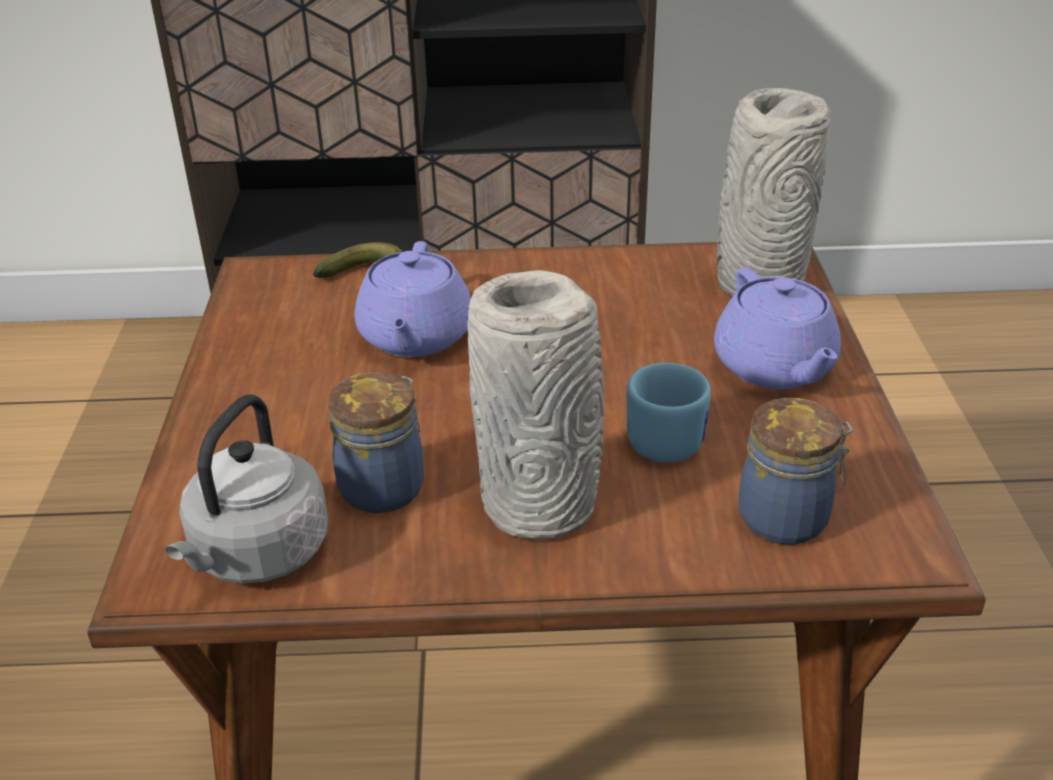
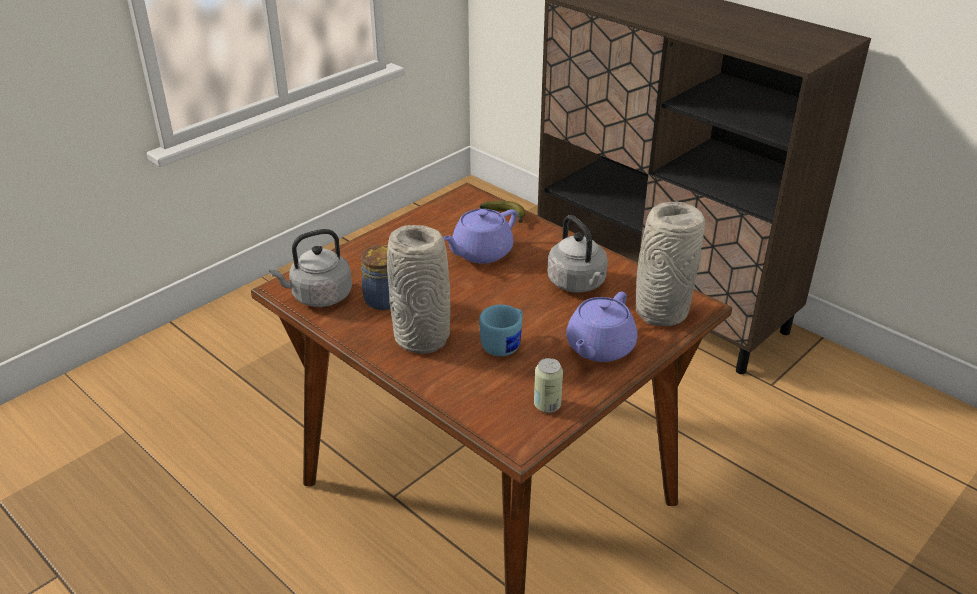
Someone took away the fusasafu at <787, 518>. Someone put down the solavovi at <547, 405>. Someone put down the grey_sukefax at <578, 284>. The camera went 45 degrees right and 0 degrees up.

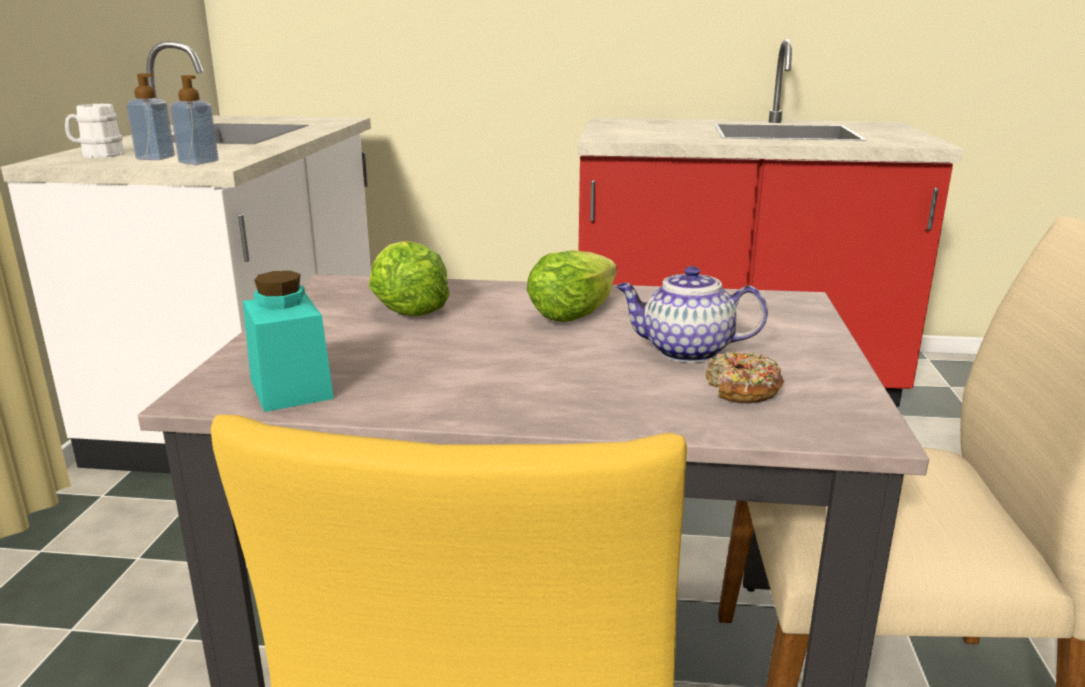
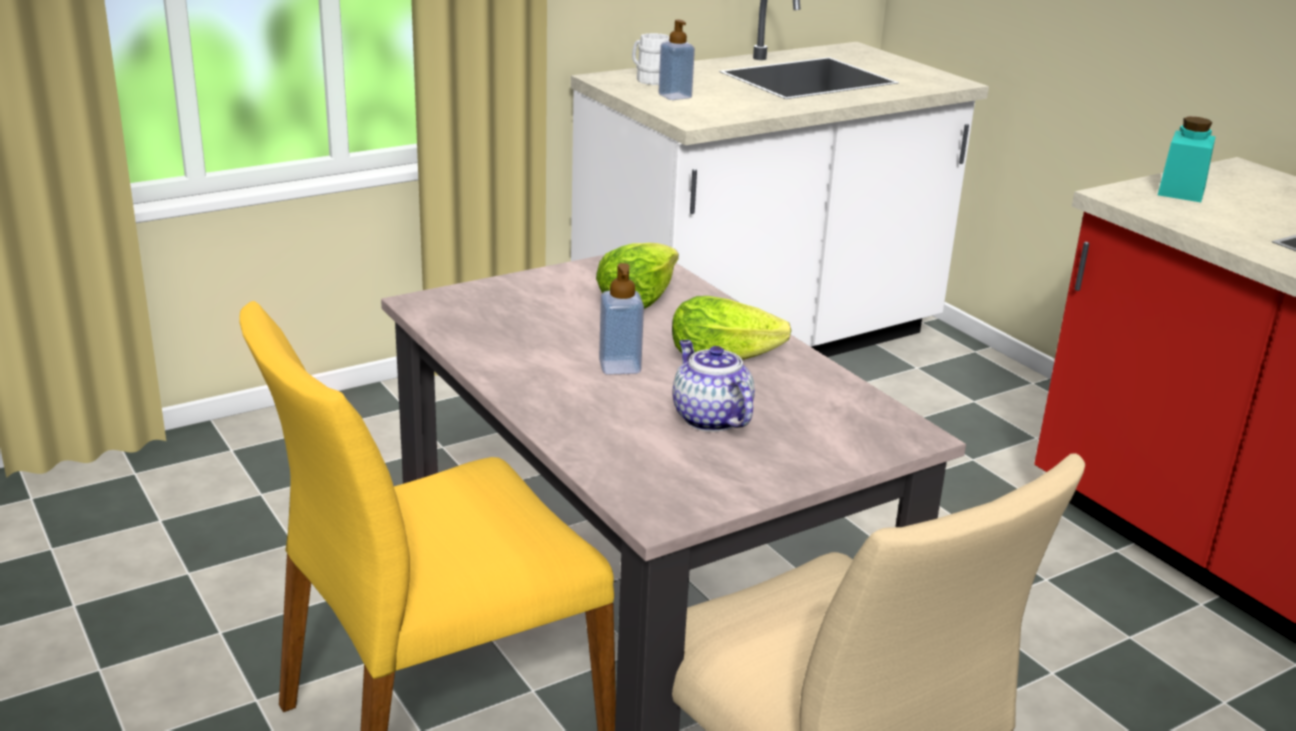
Someone carried the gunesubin from <198, 162> to <620, 366>. Someone carried the turquoise_fusasafu from <291, 389> to <1181, 191>. Someone took away the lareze at <742, 390>. The camera went 50 degrees right and 5 degrees up.

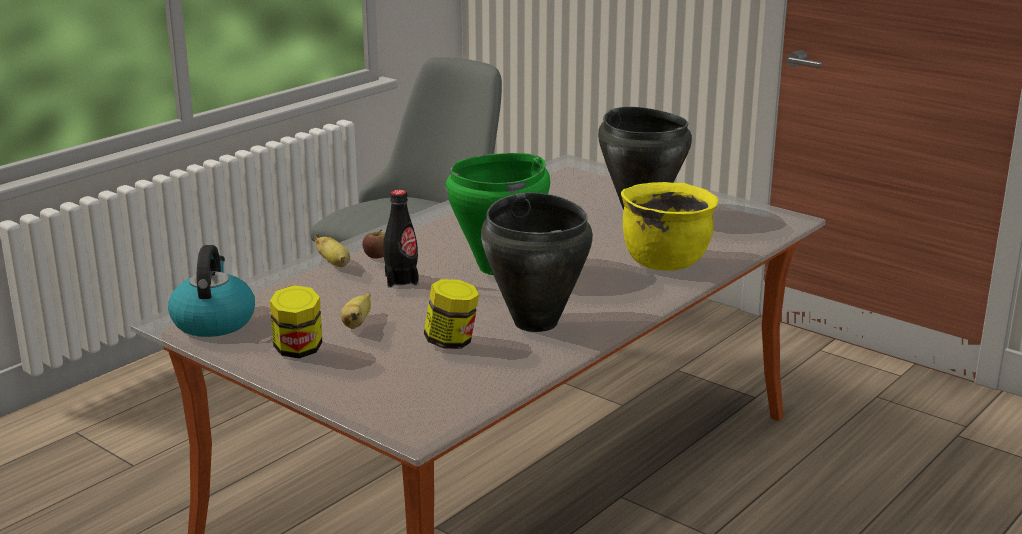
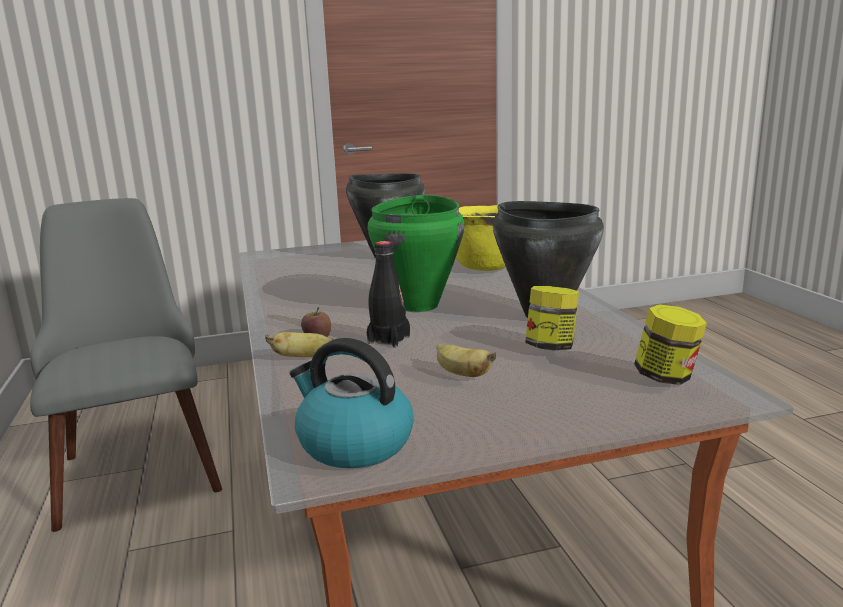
Someone carried the fusasafu from <298, 350> to <666, 377>. The camera went 55 degrees left and 5 degrees down.

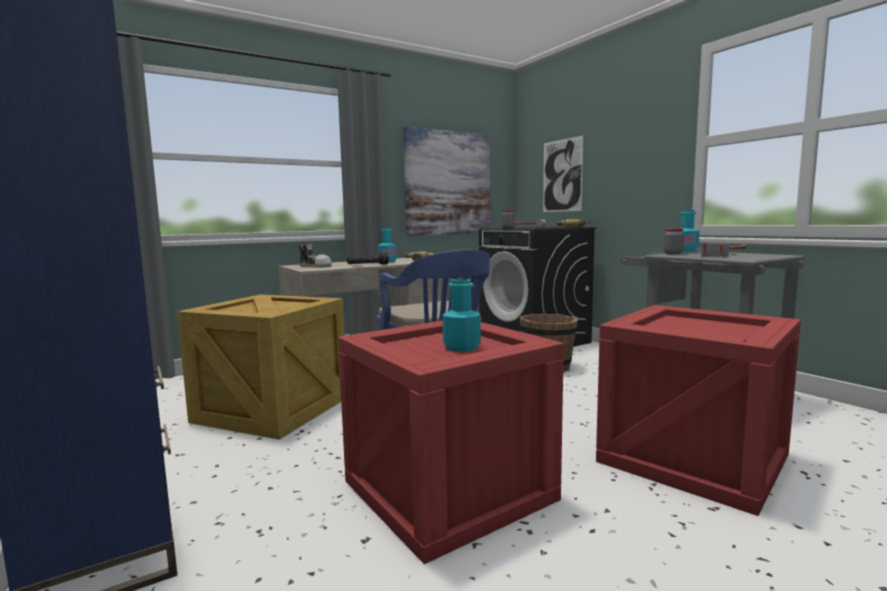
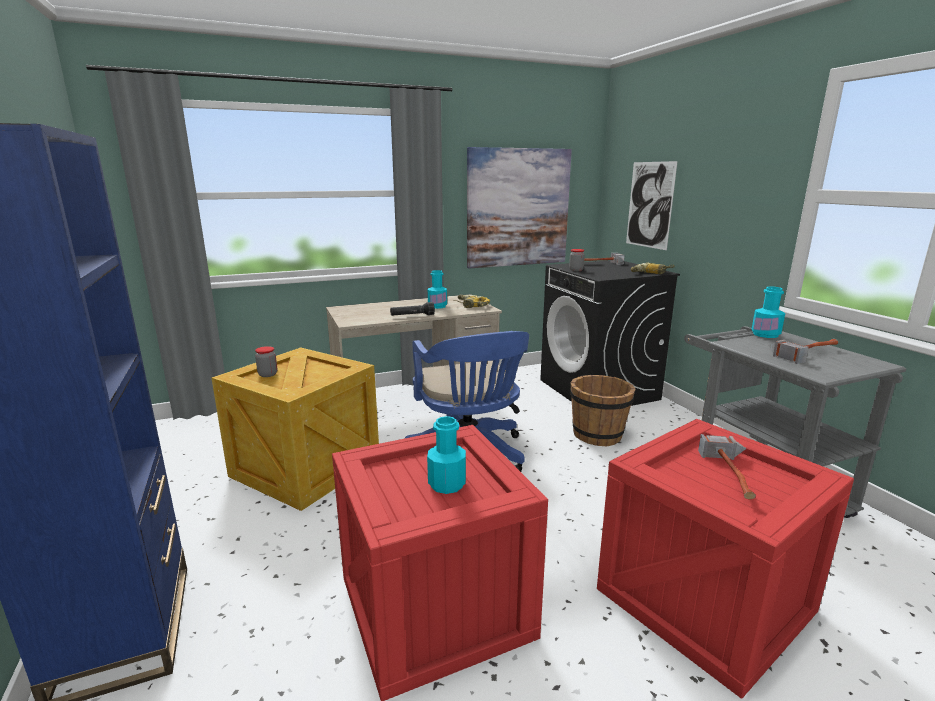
Someone took away the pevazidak at <315, 266>. Someone carried the fusasafu from <673, 253> to <268, 374>. Someone put down the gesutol at <735, 476>. The camera went 10 degrees right and 10 degrees up.

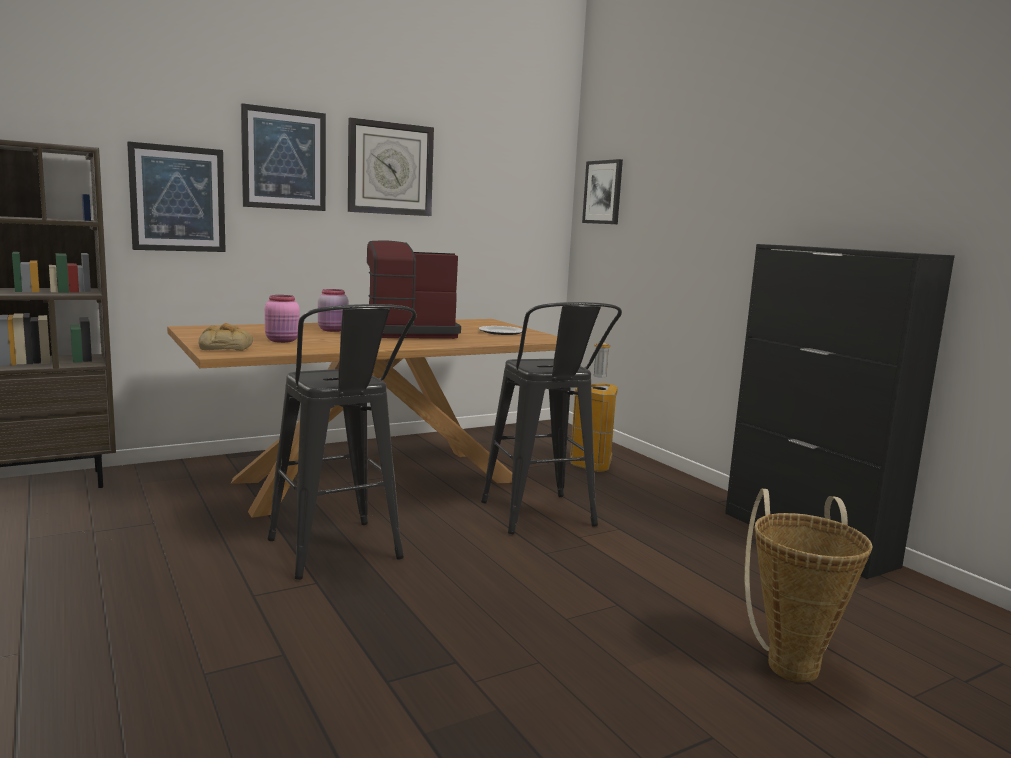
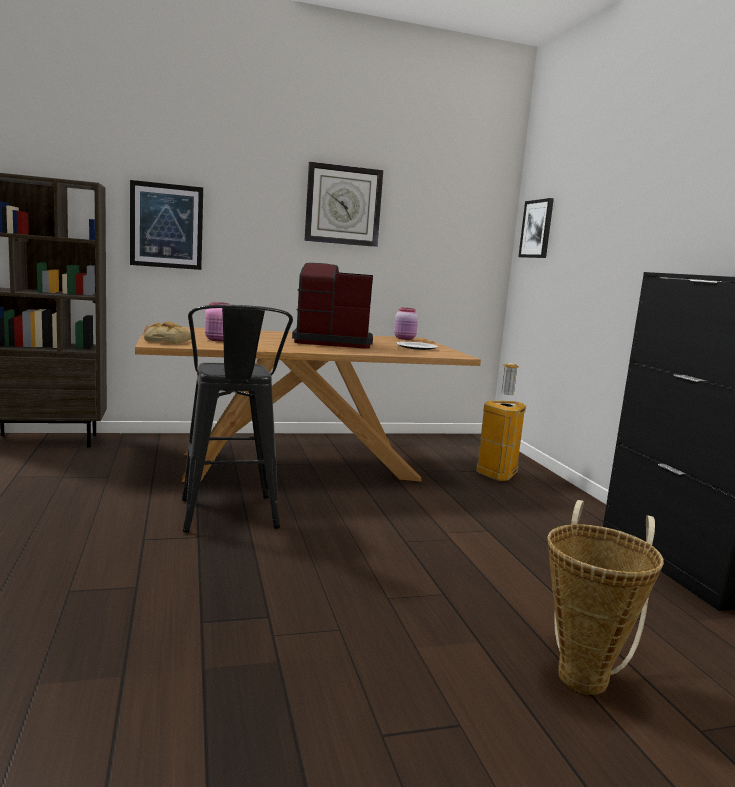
Someone took away the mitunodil at <284, 159>. Someone carried the pink_fusasafu from <334, 330> to <405, 339>. Someone took away the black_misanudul at <542, 519>. The camera went 15 degrees right and 0 degrees up.

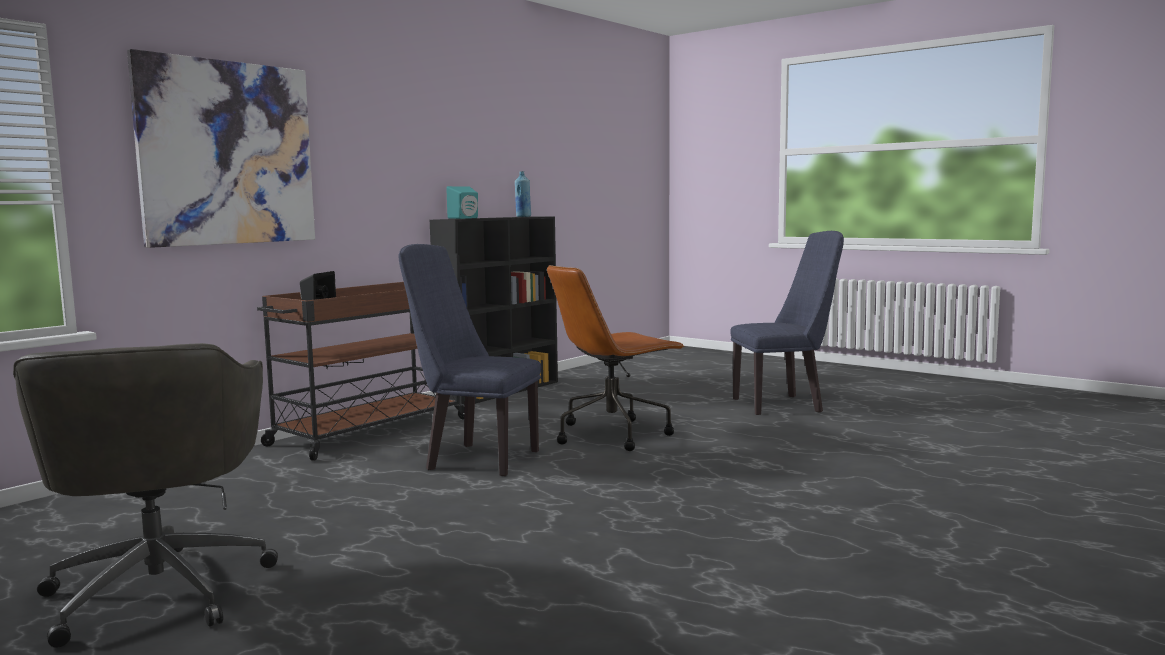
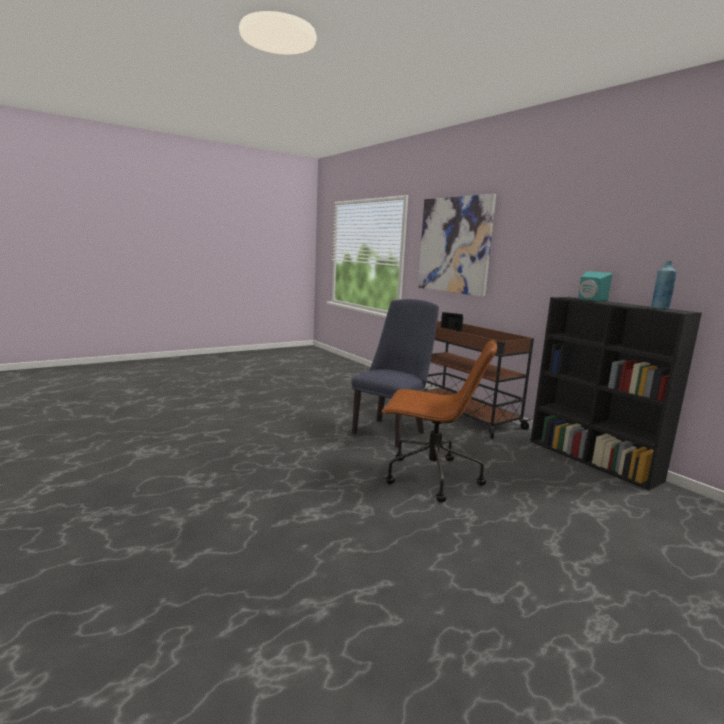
Someone took away the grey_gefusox at <160, 589>. Someone rotated the brown_gefusox at <613, 434> by 120 degrees clockwise. Someone took away the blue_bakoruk at <784, 404>. The camera went 105 degrees right and 5 degrees up.

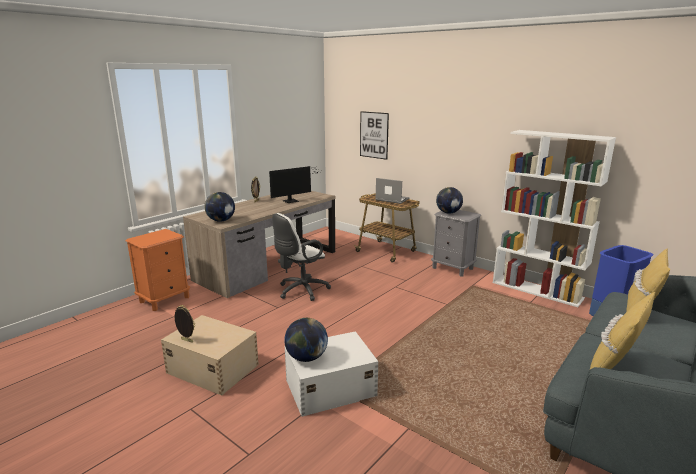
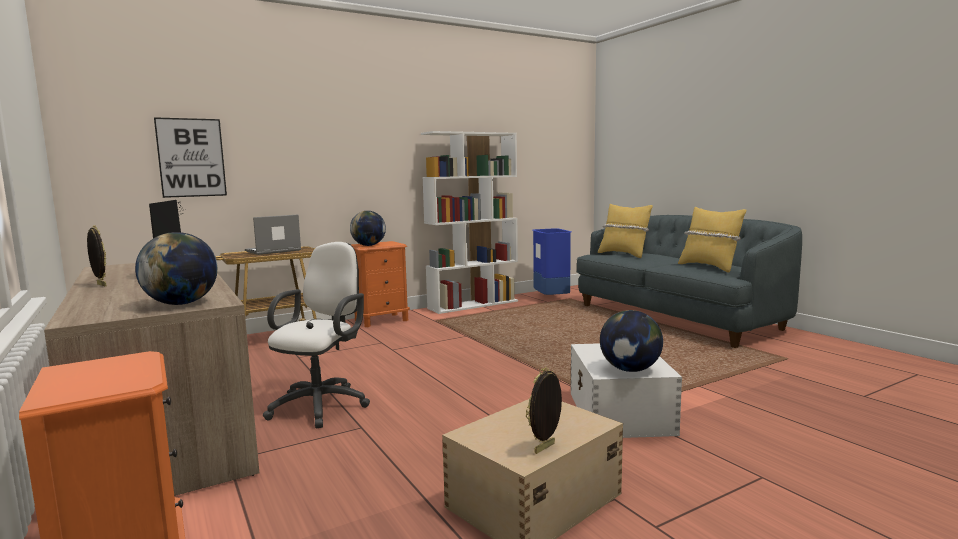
Someone rotated the white_gefusox at <300, 291> by 135 degrees counterclockwise. Someone repainted the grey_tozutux at <452, 268>, which became the orange_tozutux at <381, 320>. The camera went 70 degrees left and 10 degrees down.

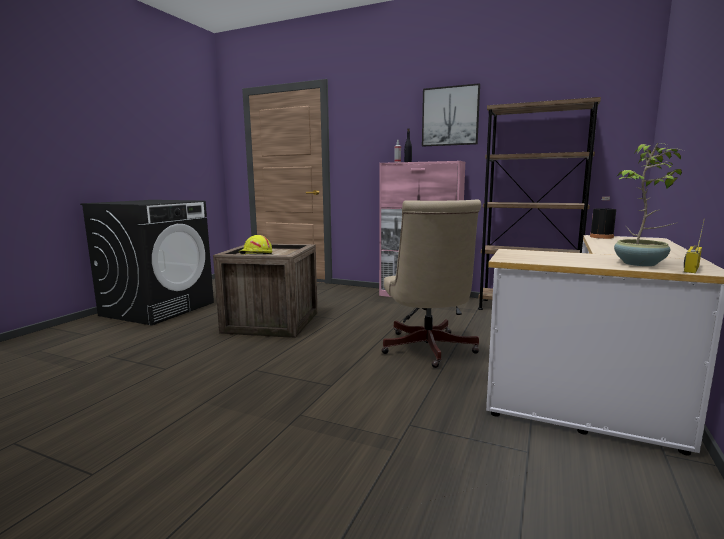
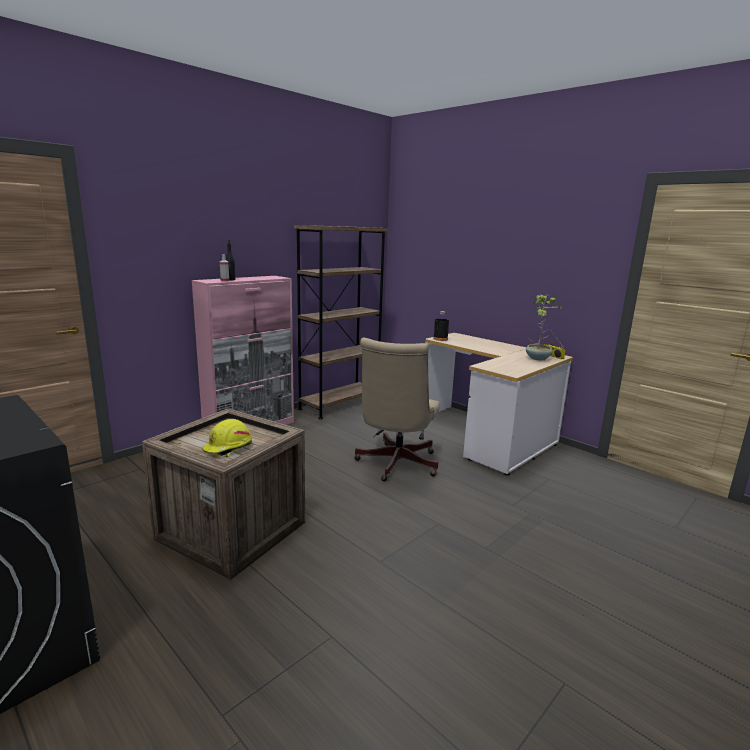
Someone rotated the beige_gefusox at <428, 350> by 90 degrees clockwise. Someone took away the mitunodil at <450, 116>. The camera went 70 degrees left and 5 degrees up.

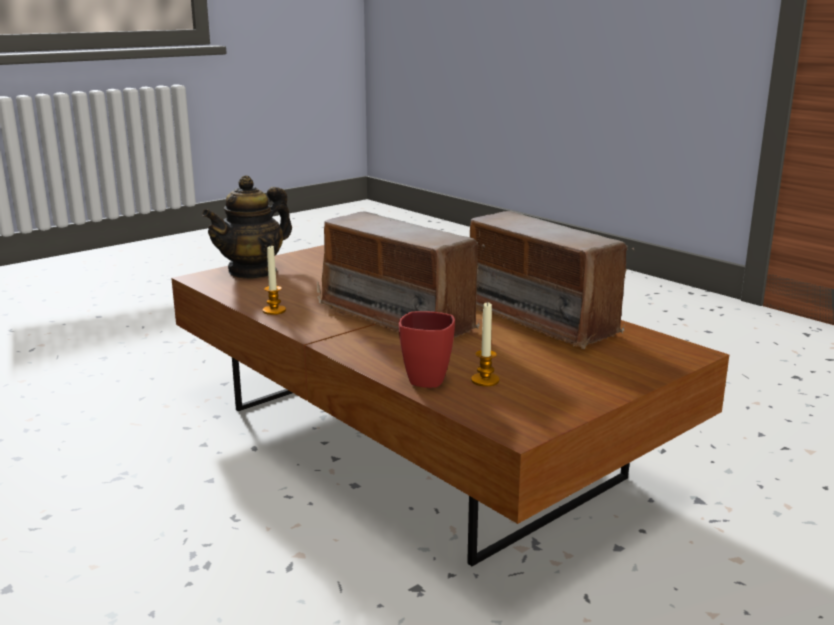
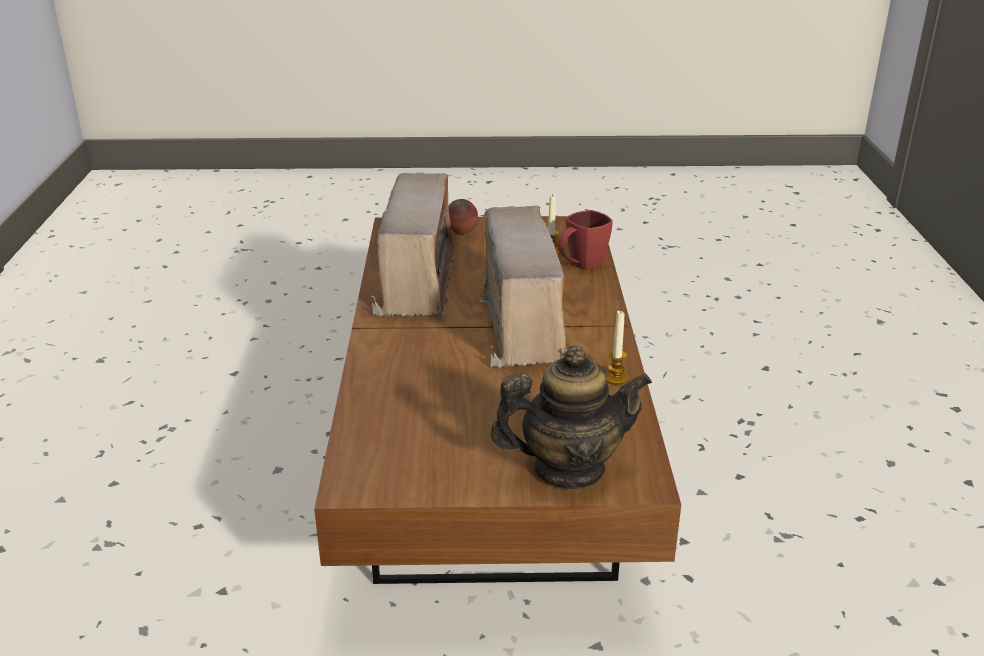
Someone put down the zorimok at <462, 235>. The camera went 140 degrees left and 10 degrees up.

